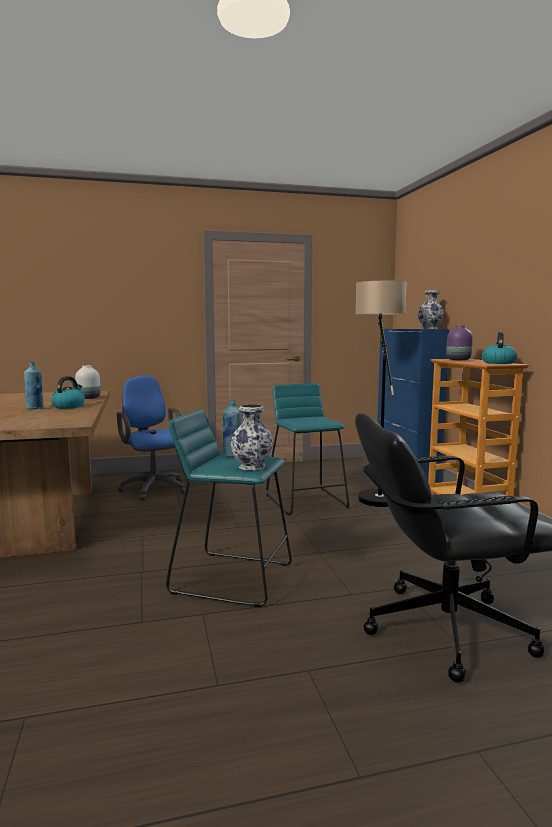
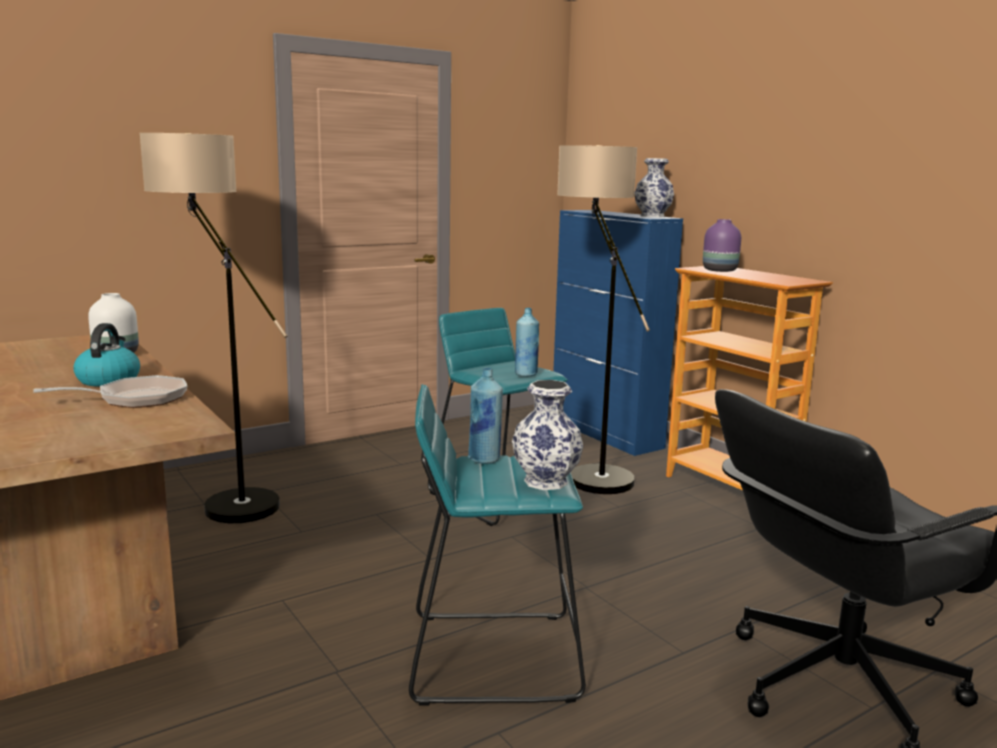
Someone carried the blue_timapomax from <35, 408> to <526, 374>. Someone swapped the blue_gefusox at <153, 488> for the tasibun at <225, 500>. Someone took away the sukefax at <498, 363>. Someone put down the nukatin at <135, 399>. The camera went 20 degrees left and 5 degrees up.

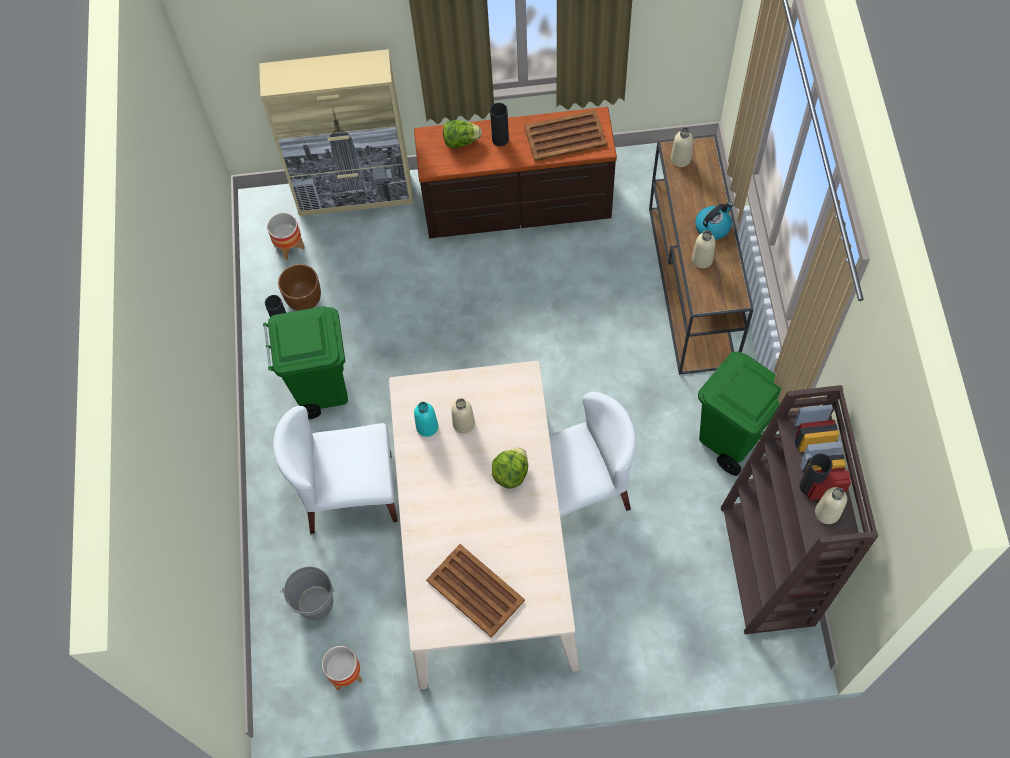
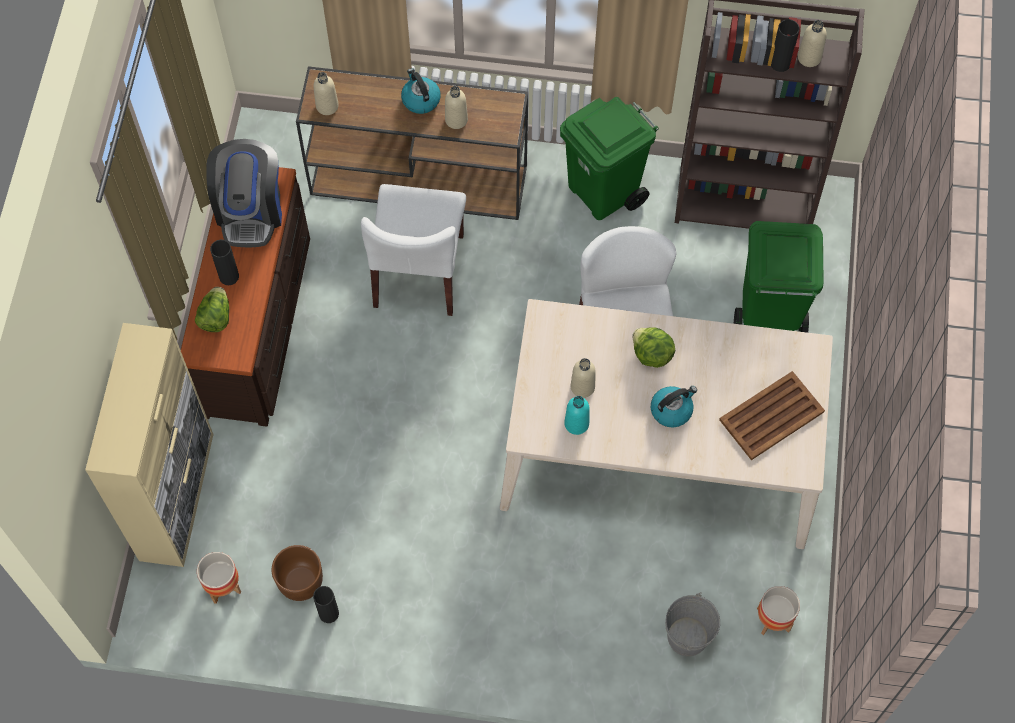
Someone carried the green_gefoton from <321, 387> to <768, 315>. Someone carried the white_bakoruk from <350, 493> to <419, 271>. Someone swapped the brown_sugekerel at <566, 136> for the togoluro at <250, 210>. Someone put down the sukefax at <671, 410>. The camera went 80 degrees left and 0 degrees up.

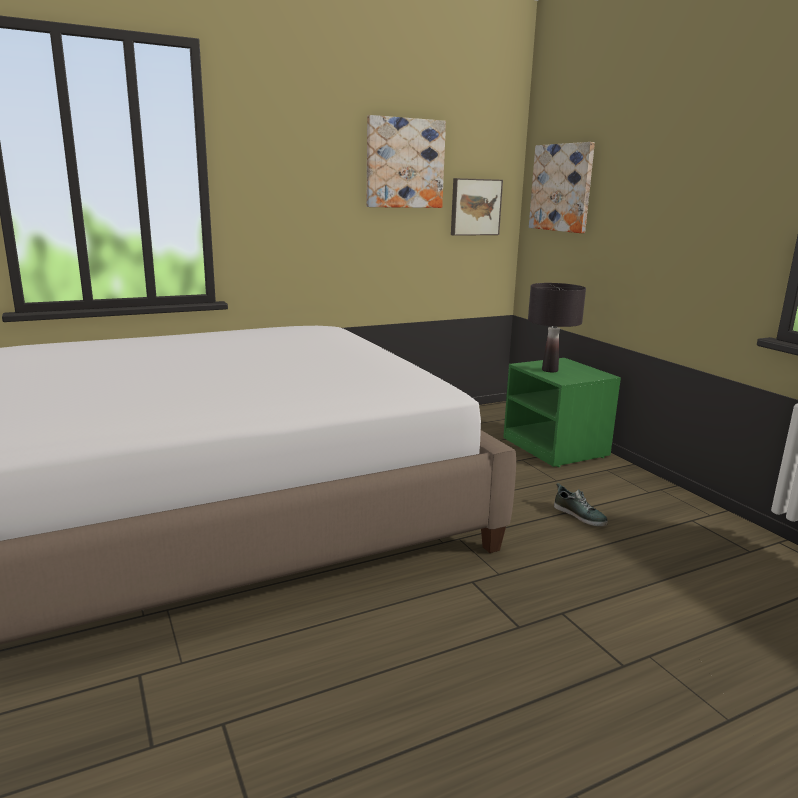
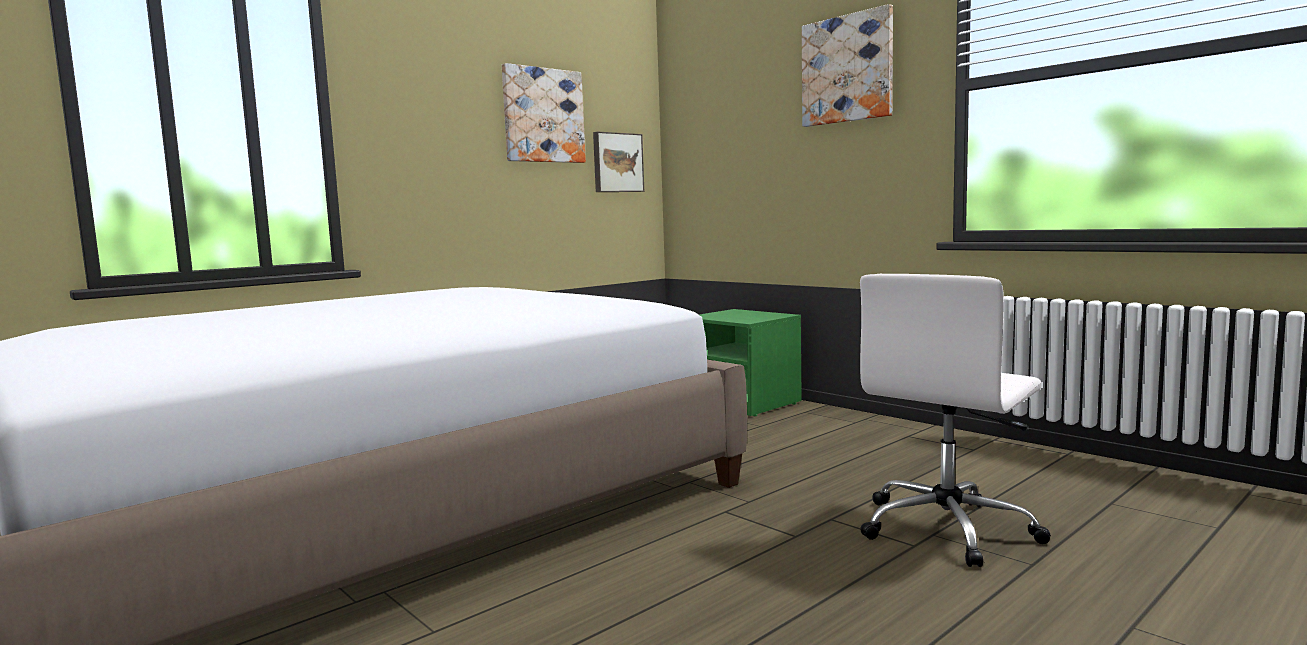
Someone took away the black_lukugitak at <550, 370>. Someone carried the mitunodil from <562, 188> to <847, 69>. Someone took away the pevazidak at <580, 515>. Someone put down the white_gefusox at <948, 528>. The camera went 15 degrees left and 10 degrees down.

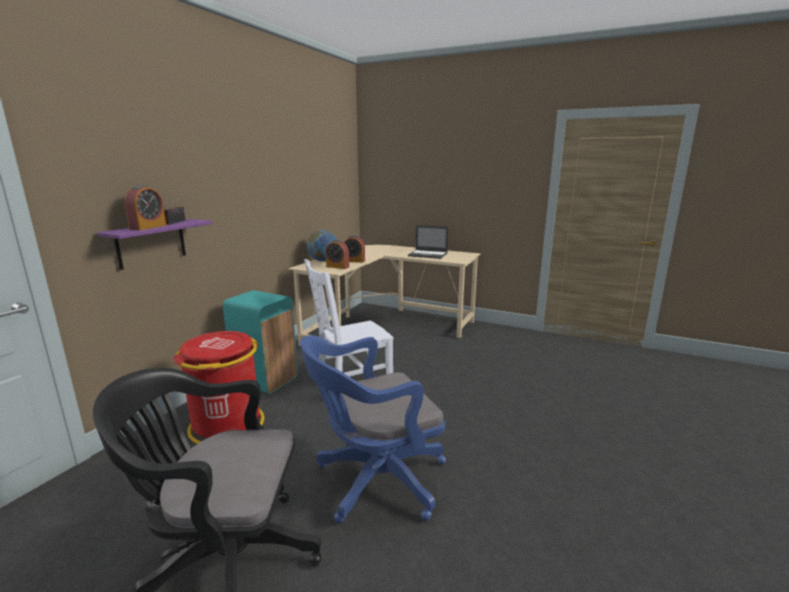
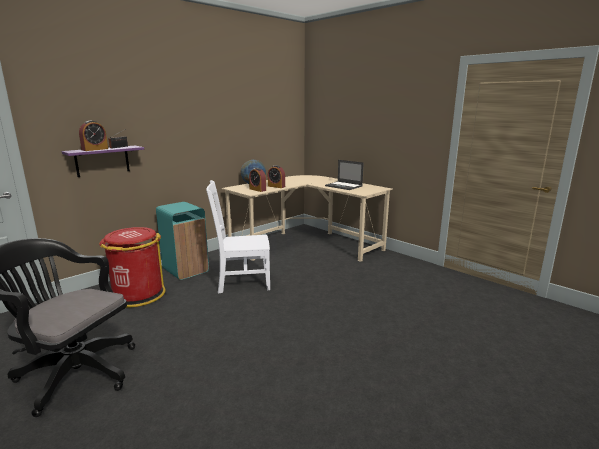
Someone took away the blue_gefusox at <375, 481>. The camera went 20 degrees right and 0 degrees up.

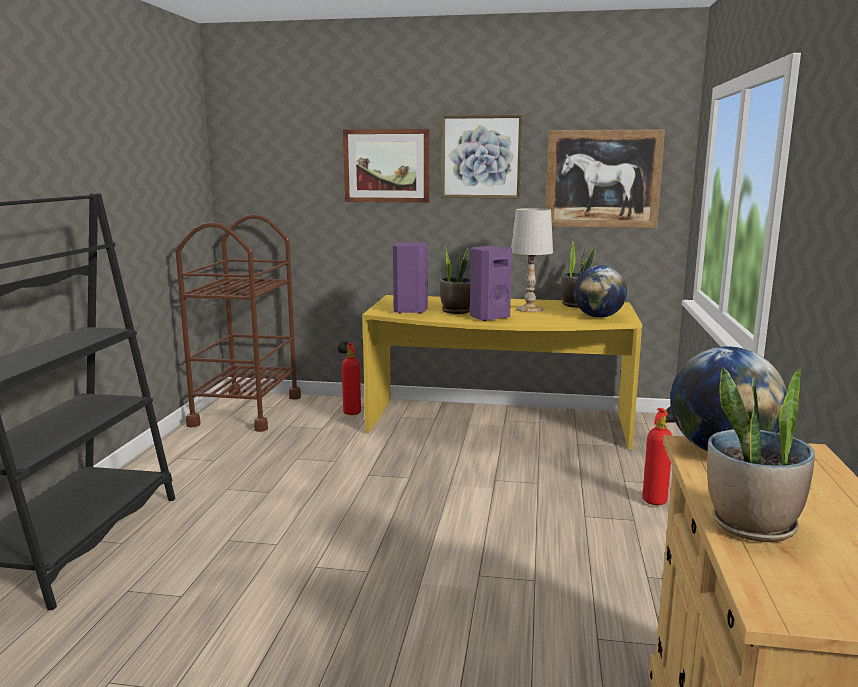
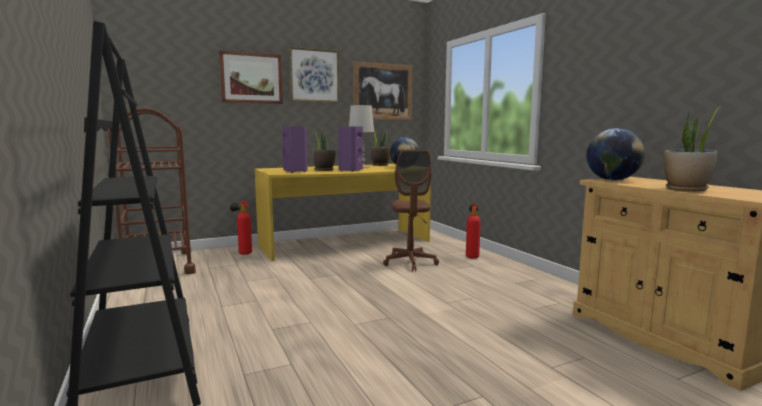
Someone put down the brown_gefusox at <410, 263>. The camera went 35 degrees left and 5 degrees down.

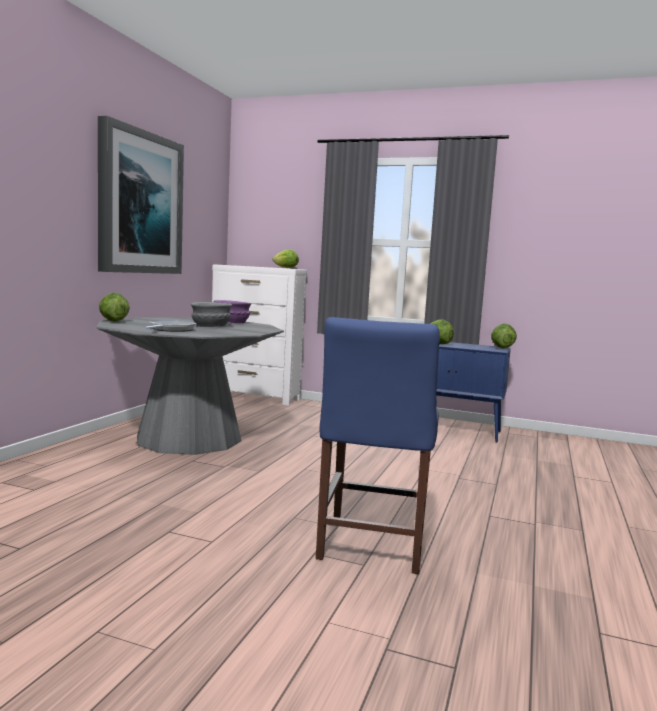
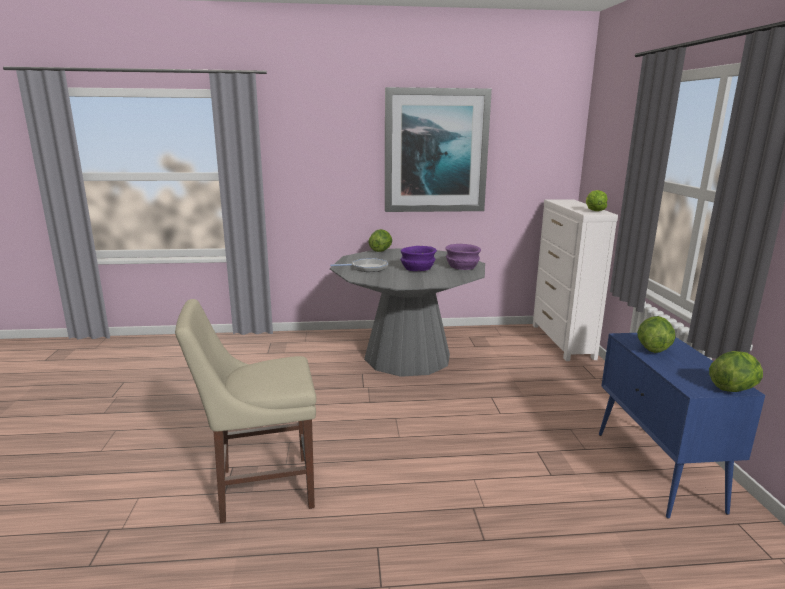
Someone repainted the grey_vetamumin at <211, 326>, which became the purple_vetamumin at <417, 269>. Someone repainted the blue_bakoruk at <371, 545>, which became the beige_bakoruk at <260, 488>. The camera went 65 degrees right and 10 degrees up.

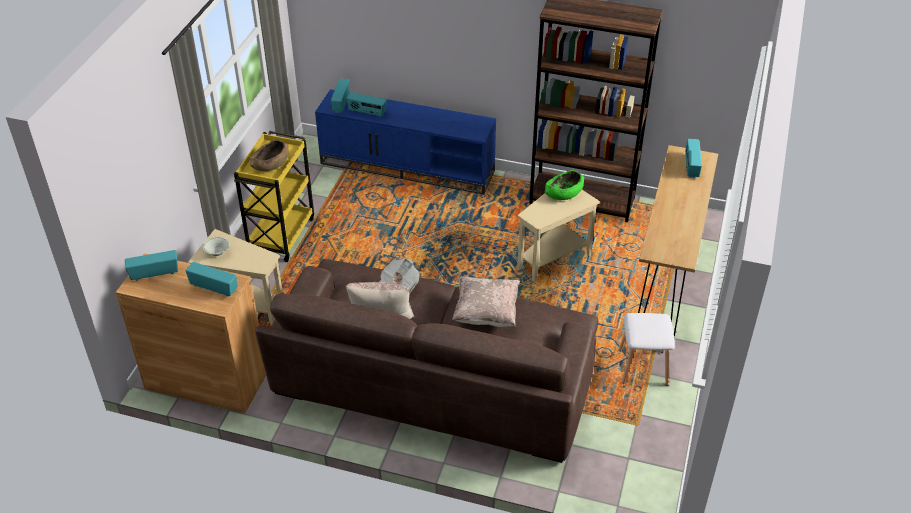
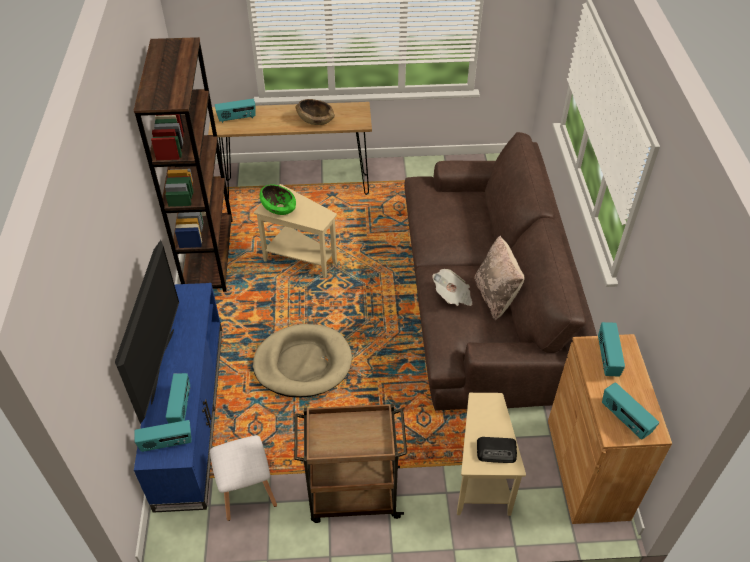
Someone swapped the white_vetamumin at <217, 253> for the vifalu at <497, 451>. Someone repainted the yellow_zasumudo at <281, 234>, which became the brown_zasumudo at <352, 496>. Someone carried the brown_vetamumin from <270, 164> to <315, 119>. Someone took away the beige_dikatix at <486, 313>. Someone carried the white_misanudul from <642, 368> to <247, 492>. Someone put down the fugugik at <161, 365>. Someone put down the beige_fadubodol at <303, 363>. The camera went 110 degrees left and 5 degrees up.

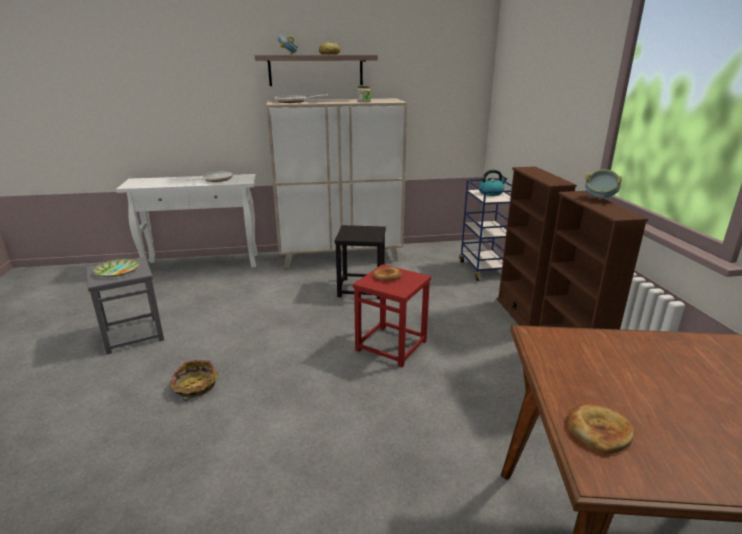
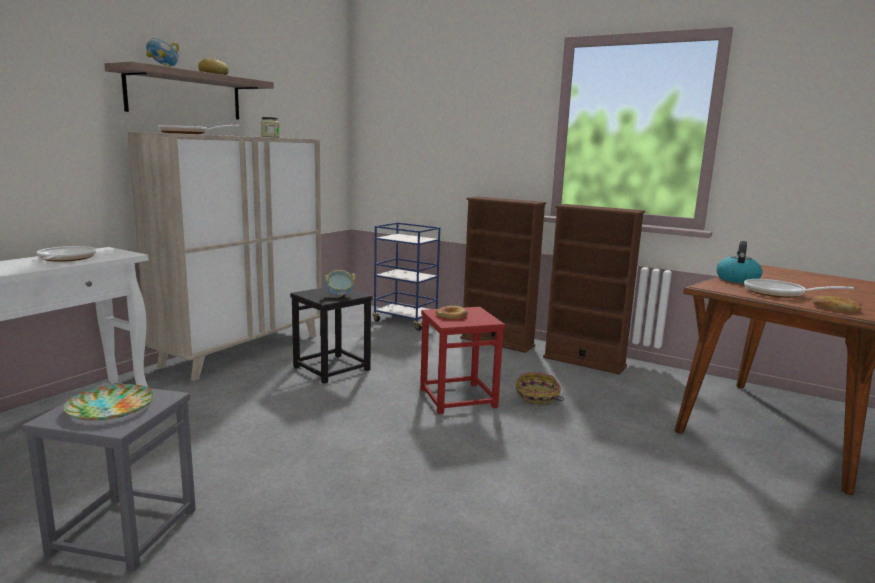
Someone carried the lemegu from <195, 387> to <537, 397>. Someone carried the sukefax from <491, 193> to <737, 279>. Someone carried the vetamumin from <599, 198> to <339, 296>. Someone put down the nukatin at <779, 293>. The camera went 50 degrees left and 10 degrees down.

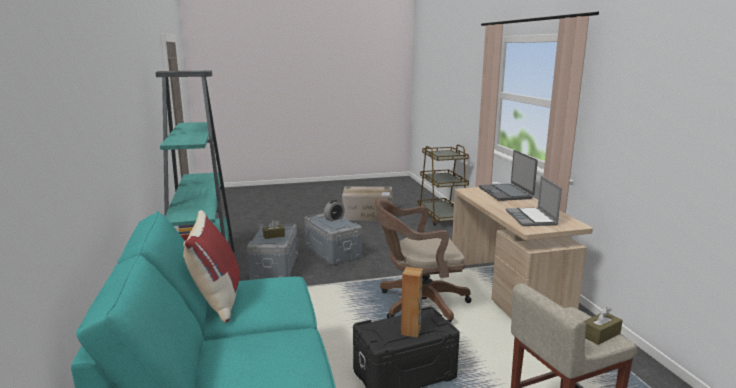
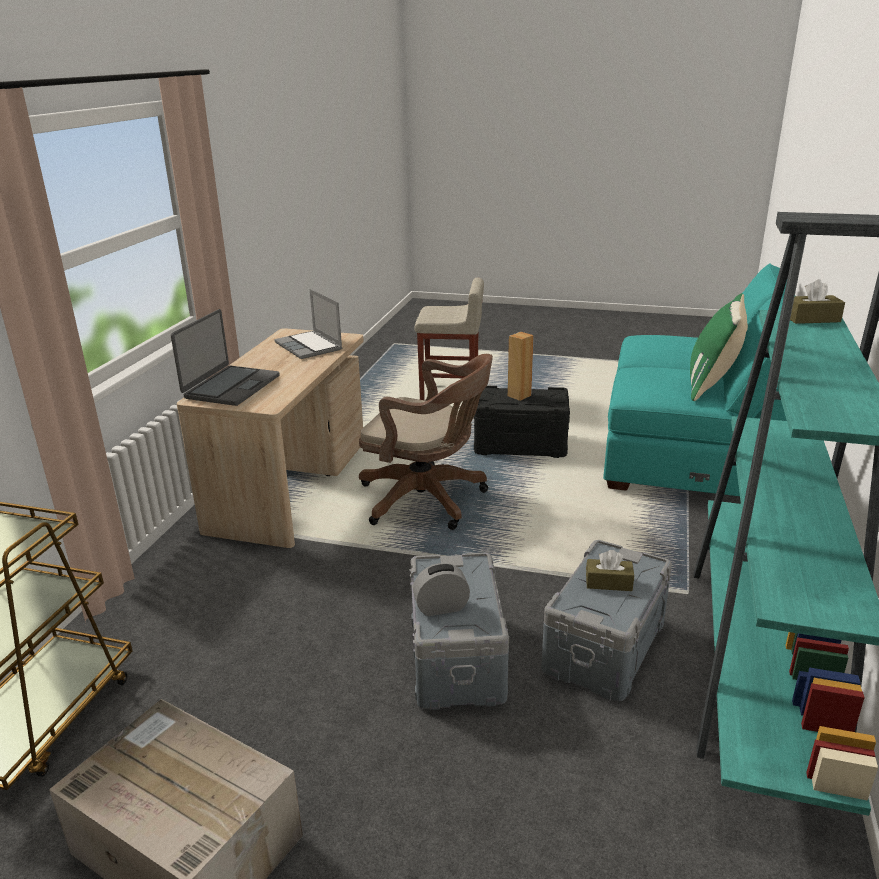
Someone repainted the red_dikatix at <217, 300>, which became the green_dikatix at <712, 385>. Someone rotated the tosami at <532, 218> by 120 degrees clockwise. Someone carried the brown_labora from <600, 334> to <812, 319>. The camera went 150 degrees left and 10 degrees up.

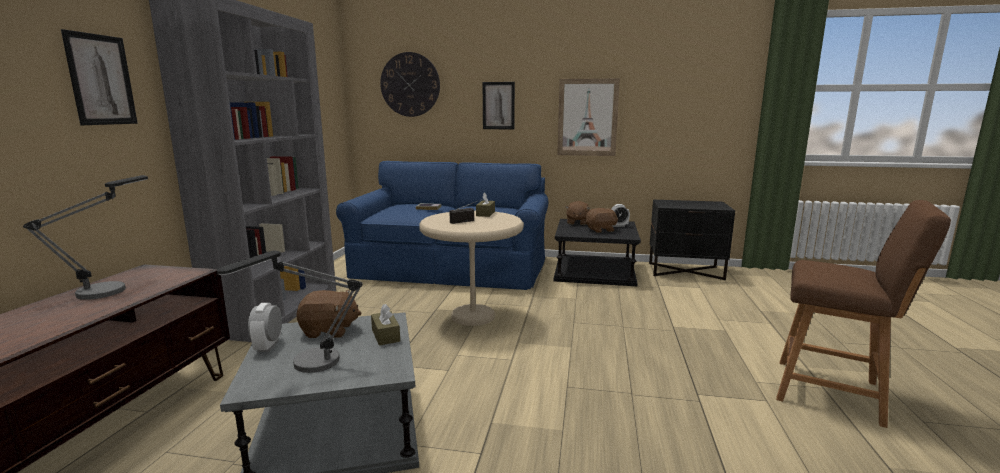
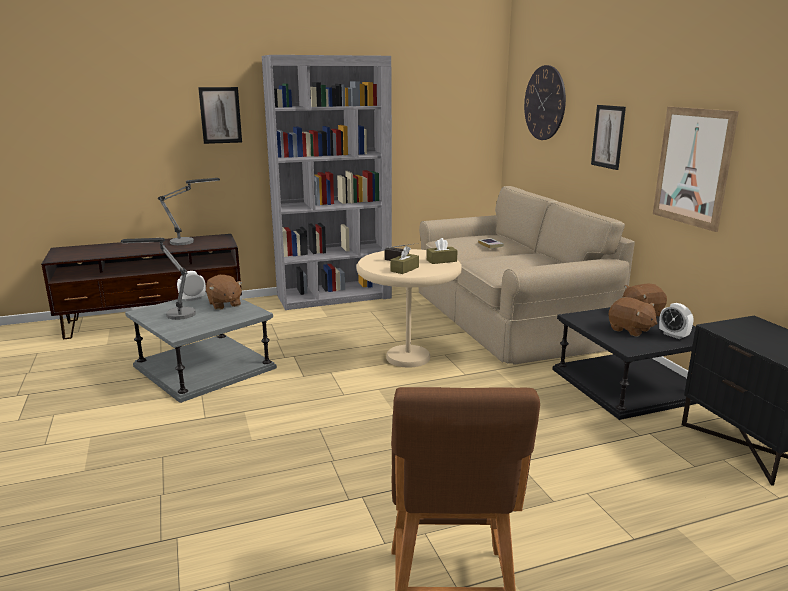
Someone repainted the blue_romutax at <451, 267>, which became the beige_romutax at <508, 317>. Someone carried the brown_labora from <385, 335> to <404, 269>. The camera went 60 degrees right and 5 degrees up.

